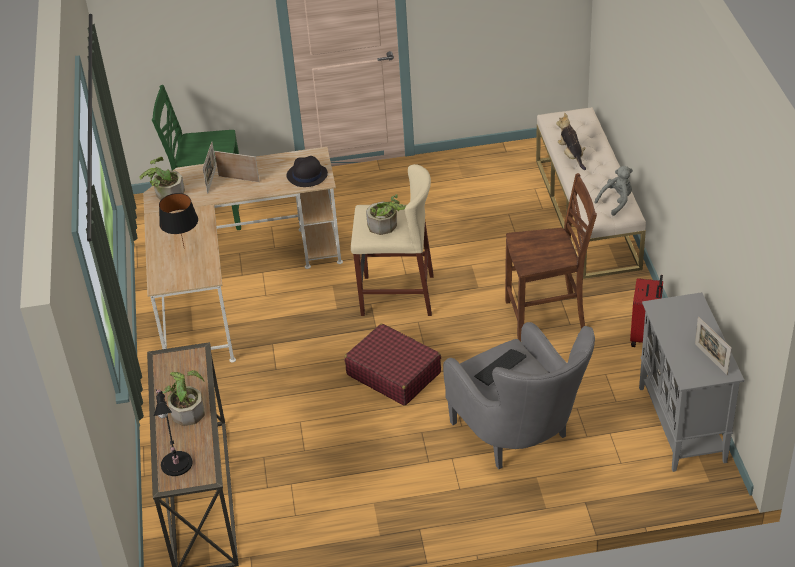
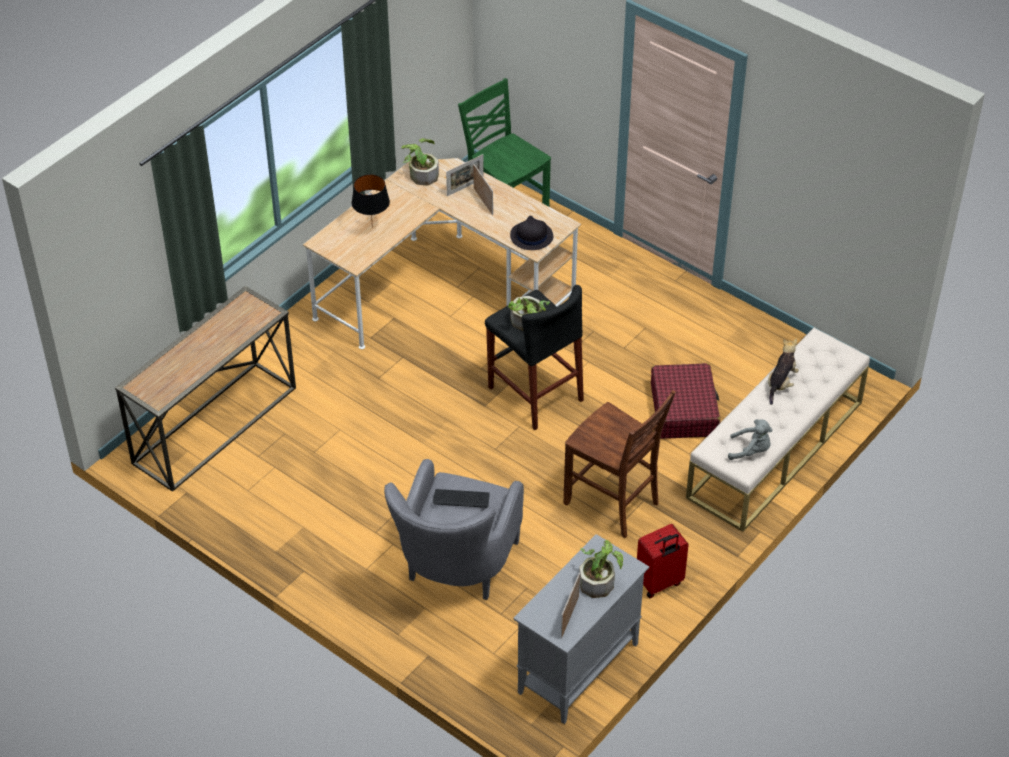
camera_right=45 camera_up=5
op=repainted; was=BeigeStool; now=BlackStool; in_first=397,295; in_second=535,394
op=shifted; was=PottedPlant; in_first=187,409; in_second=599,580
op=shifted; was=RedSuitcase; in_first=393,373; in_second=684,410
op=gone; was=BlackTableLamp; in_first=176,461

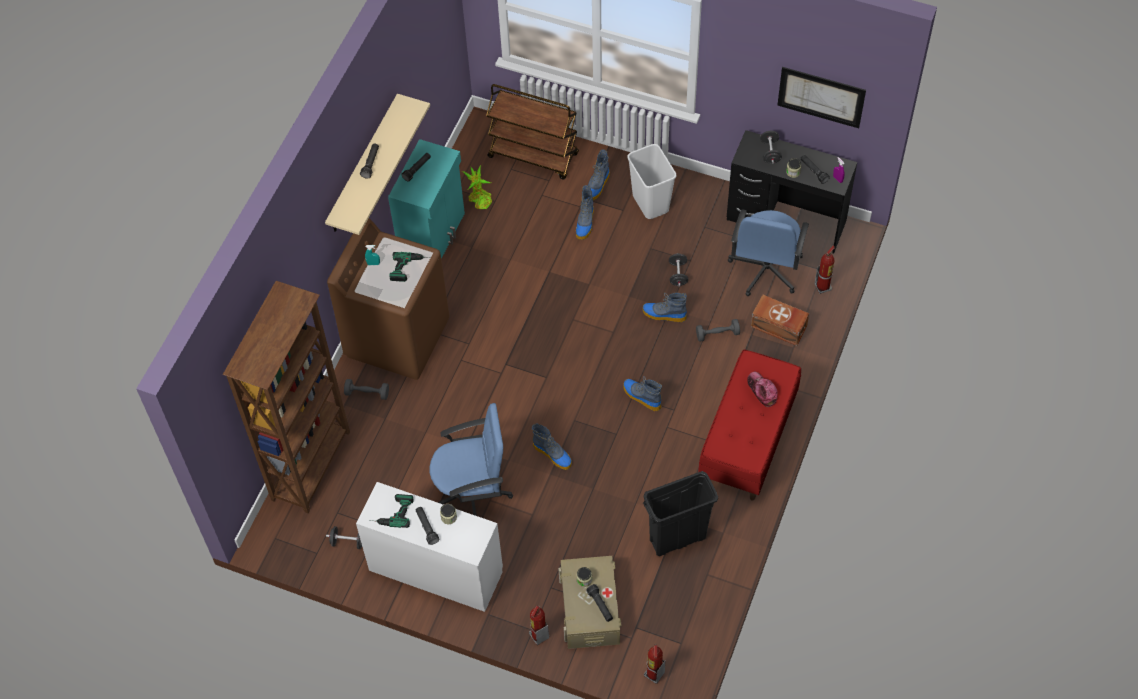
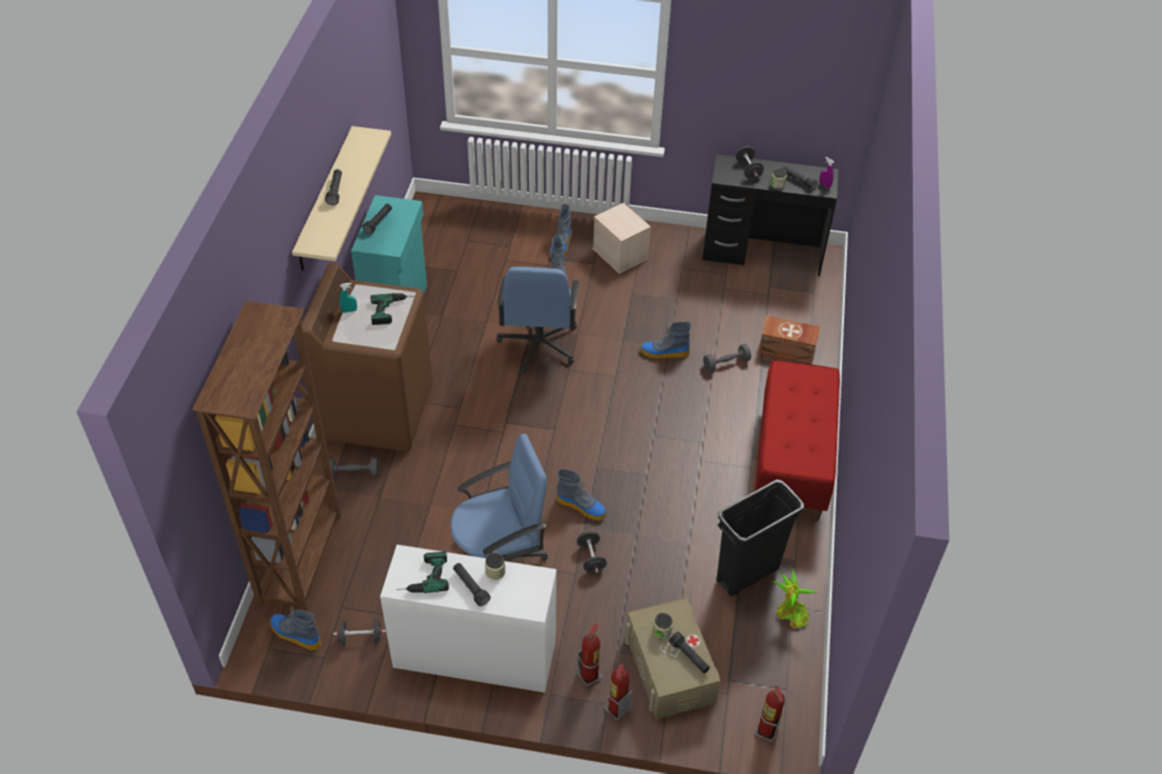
camera_right=-15 camera_up=-10
op=shifted; was=Boot; in_first=641,397; in_second=295,634
op=shifted; was=BlueOfficeChair; in_first=765,270; in_second=538,344
op=shifted; was=BlackDumbbell; in_first=678,274; in_second=591,558
op=shifted; was=FireExtinguisher; in_first=823,286; in_second=589,676
op=swapped; was=WhiteTrashCan; now=BeigeStorageBox; in_first=651,203; in_second=621,254
op=shifted; was=PottedPlant; in_first=479,199; in_second=790,614
op=gone; was=BrownCart; in_first=534,155
op=gone; was=Cap; in_first=762,390
op=gone; was=Picture; in_first=821,97

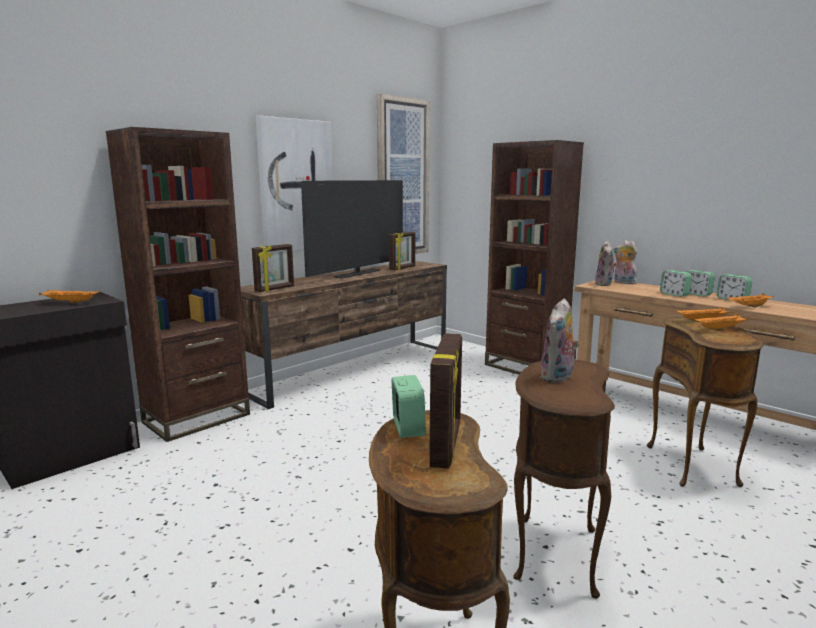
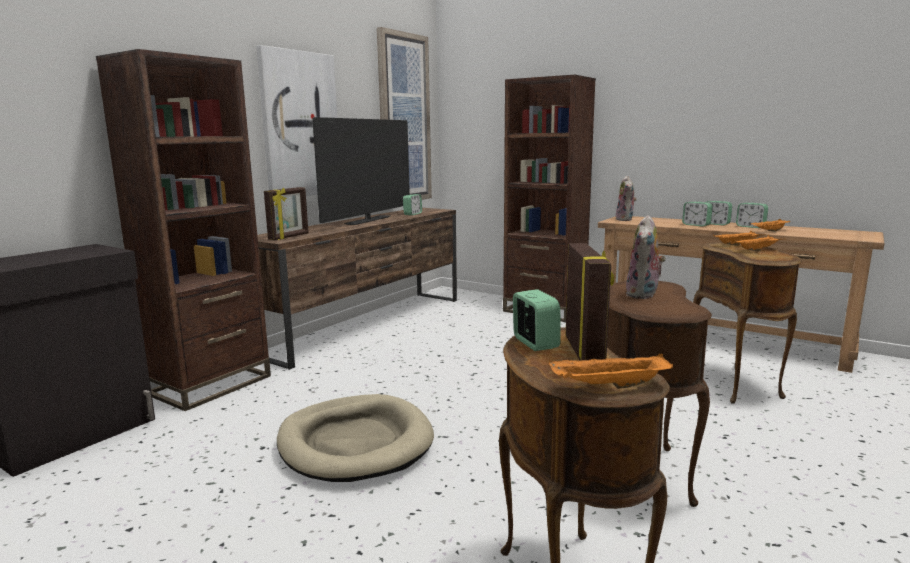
camera_right=-10 camera_up=0
op=new; now=BeigeDogBed; in_second=355,443
op=swapped; was=PictureFrame; now=AlarmClock; in_first=403,268; in_second=412,214
op=shifted; was=OrangeTray; in_first=69,303; in_second=609,386
op=gone; was=PlushToy; in_first=623,283

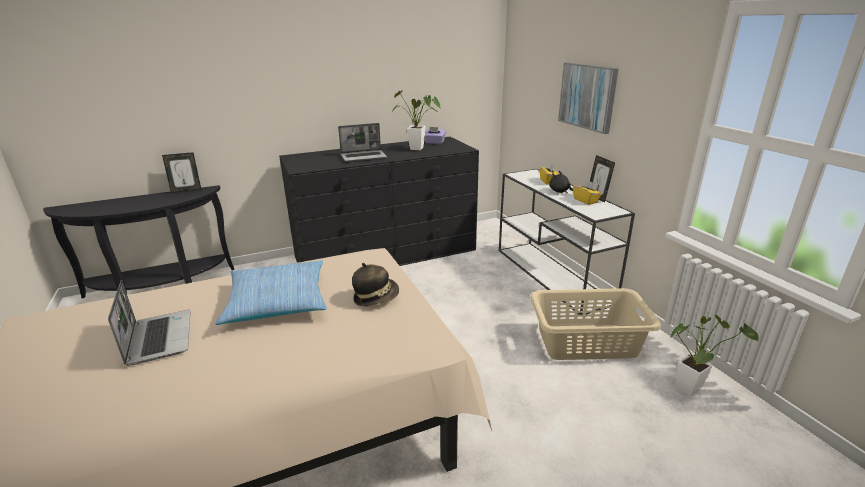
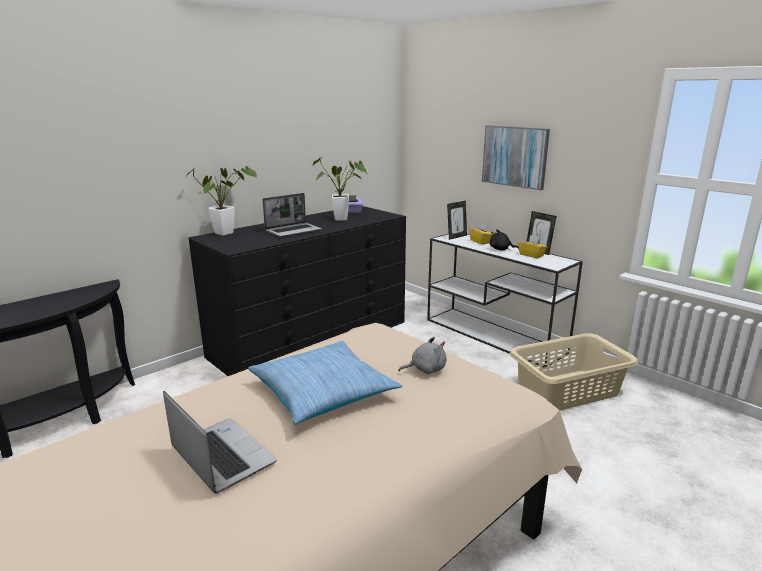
camera_right=-20 camera_up=-5
op=shifted; was=PottedPlant; in_first=691,387; in_second=227,232
op=swapped; was=Hat; now=GreyPlushToy; in_first=376,298; in_second=425,369
op=shifted; was=PictureFrame; in_first=186,190; in_second=456,237

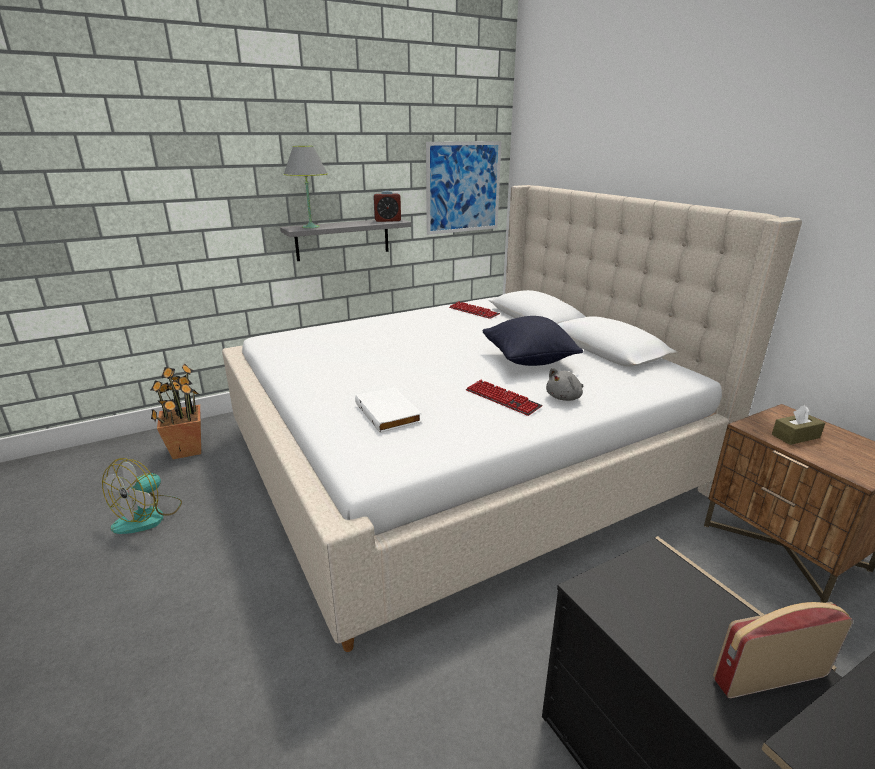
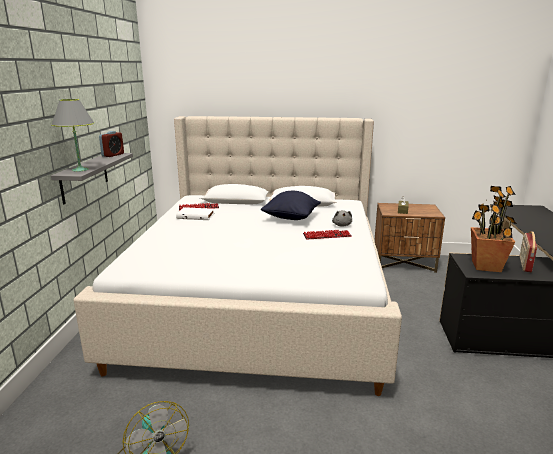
camera_right=-55 camera_up=-5
op=shifted; was=WhiteBook; in_first=389,413; in_second=196,215
op=shifted; was=PottedPlant; in_first=187,450; in_second=485,266
op=gone; was=Picture; in_first=463,187

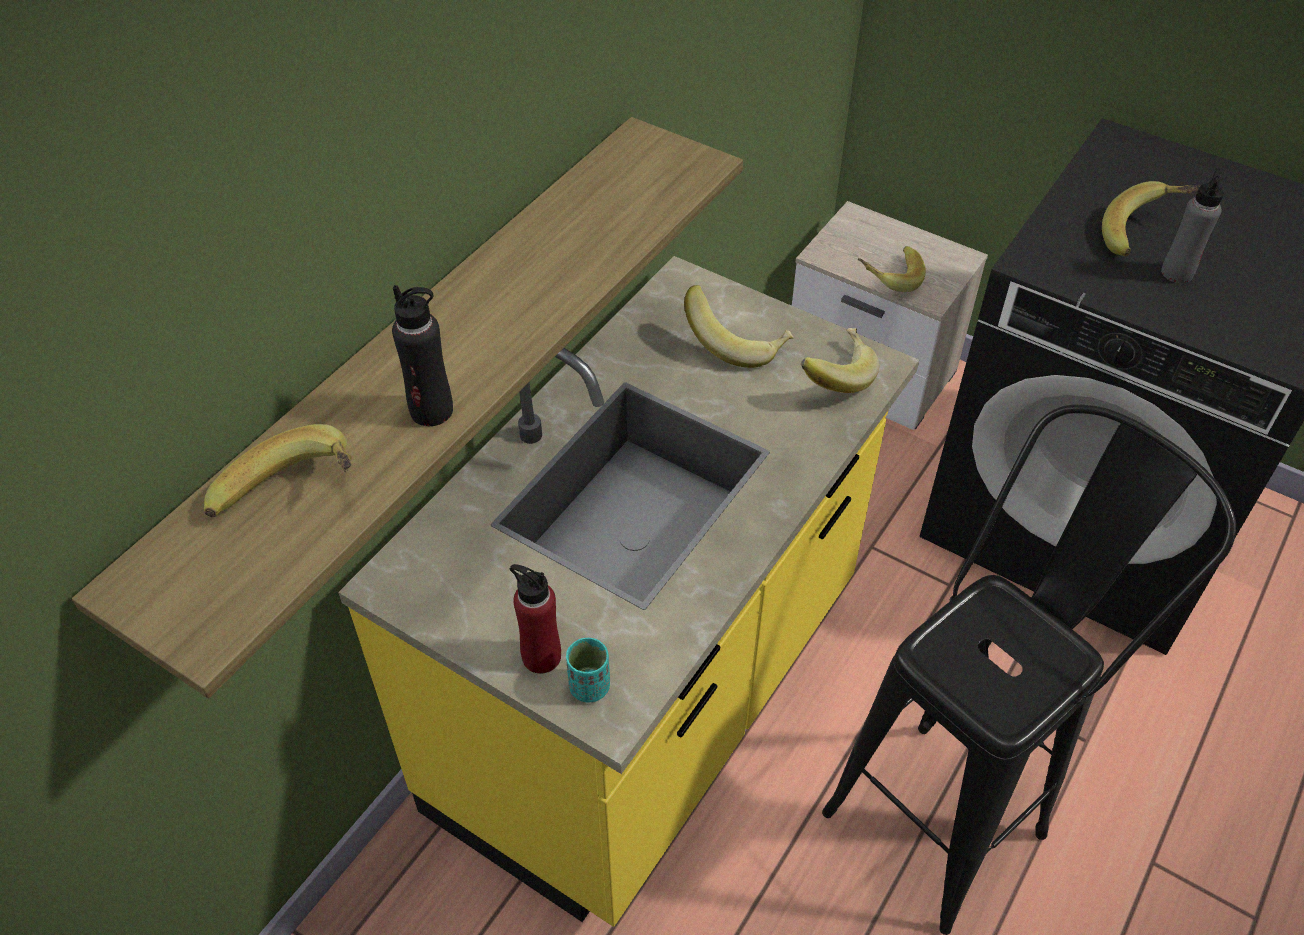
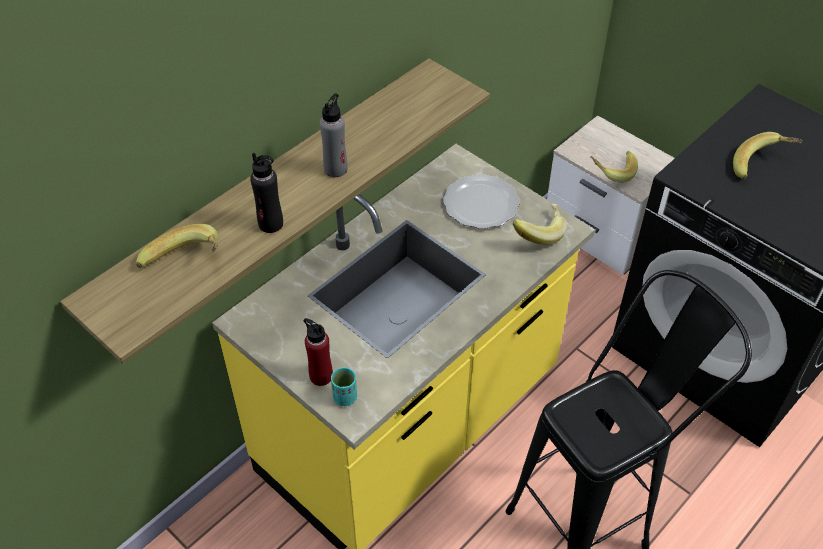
camera_right=10 camera_up=0
op=shifted; was=GreyBottle; in_first=1177,272; in_second=335,169
op=swapped; was=Banana; now=Plate; in_first=737,343; in_second=482,204

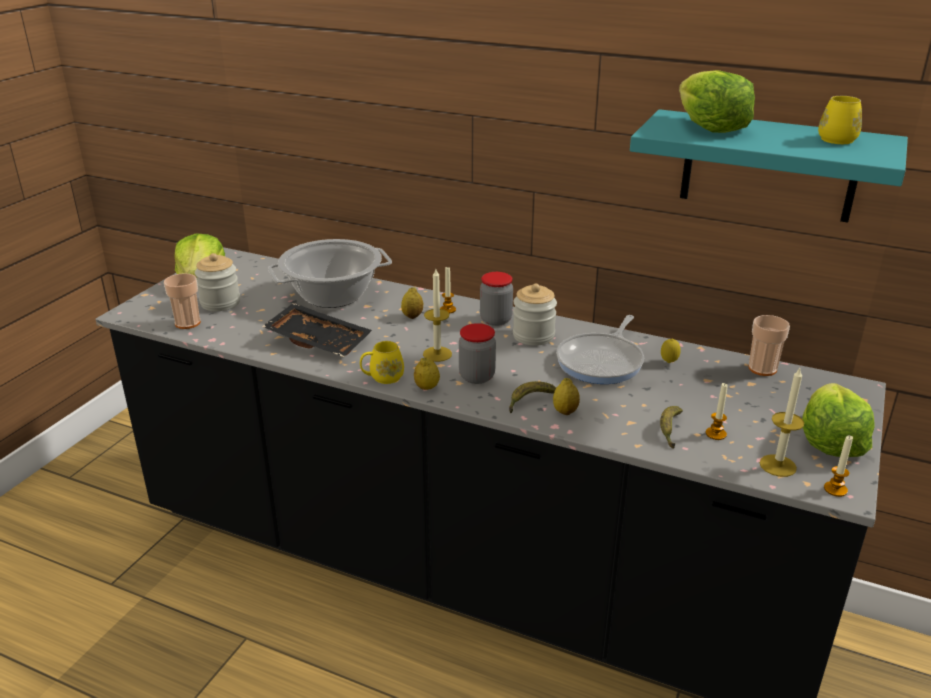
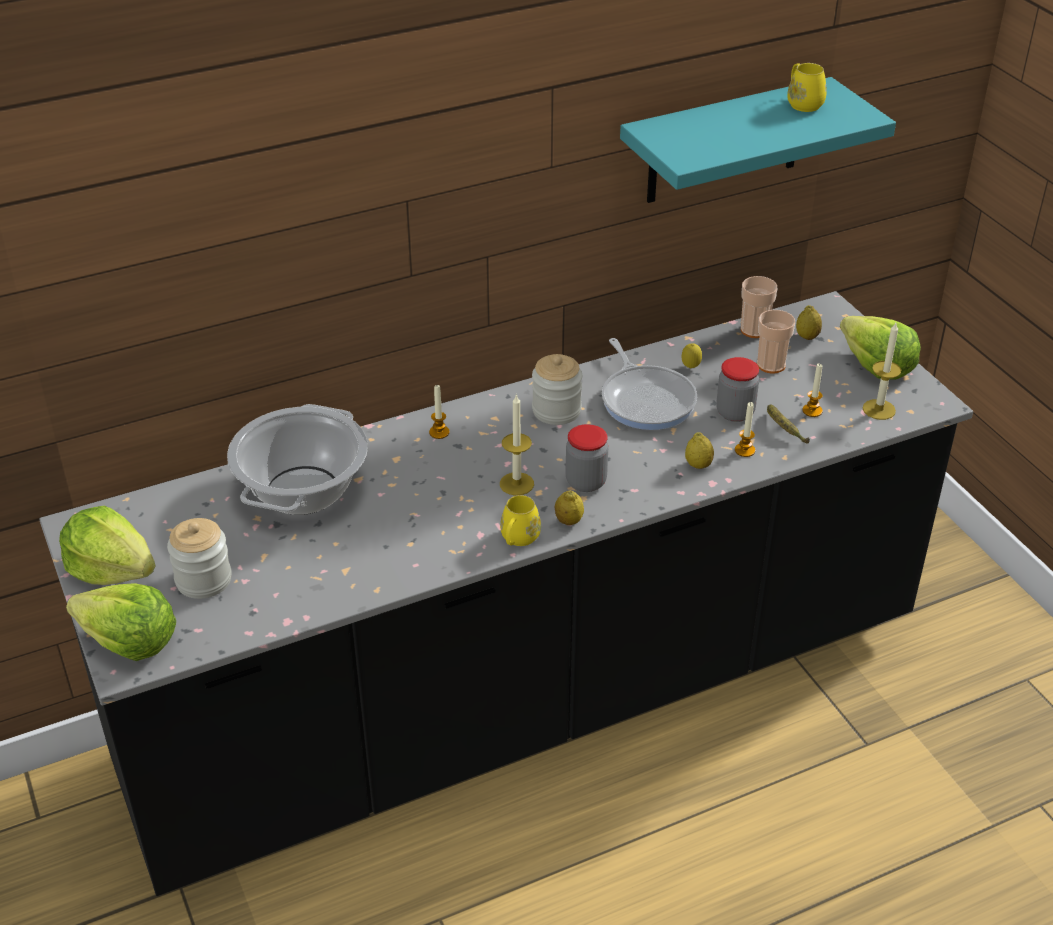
camera_right=-50 camera_up=10
op=shifted; was=Lettuce; in_first=709,127; in_second=129,642
op=shifted; was=Jar; in_first=496,320; in_second=735,413
op=shifted; was=Candle; in_first=835,489; in_second=744,450
op=shifted; was=Cup; in_first=187,323; in_second=771,365
op=shifted; was=Lemon; in_first=412,316; in_second=807,336
op=gone; was=BlackTray; in_first=319,340
op=gone; was=Banana; in_first=530,401

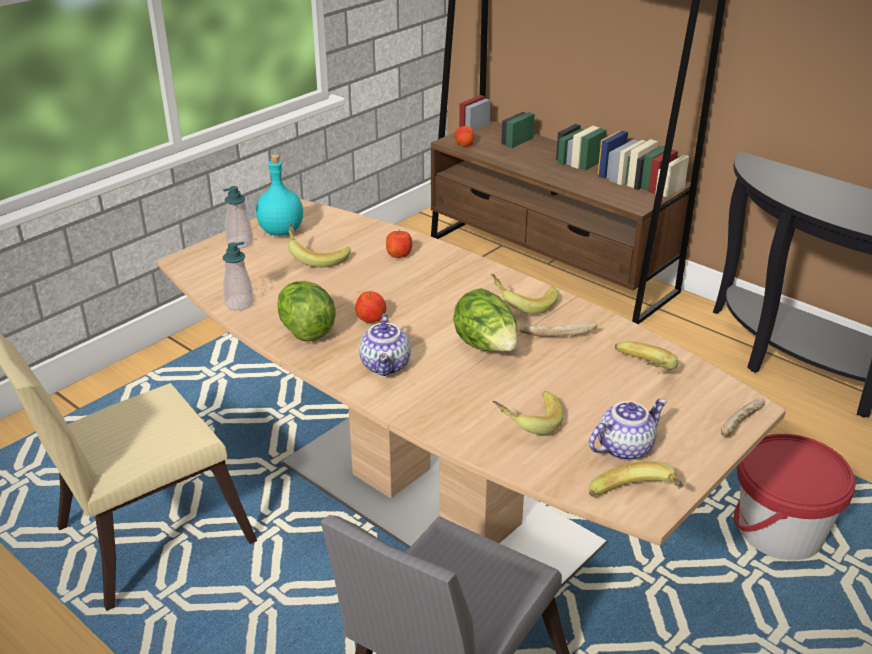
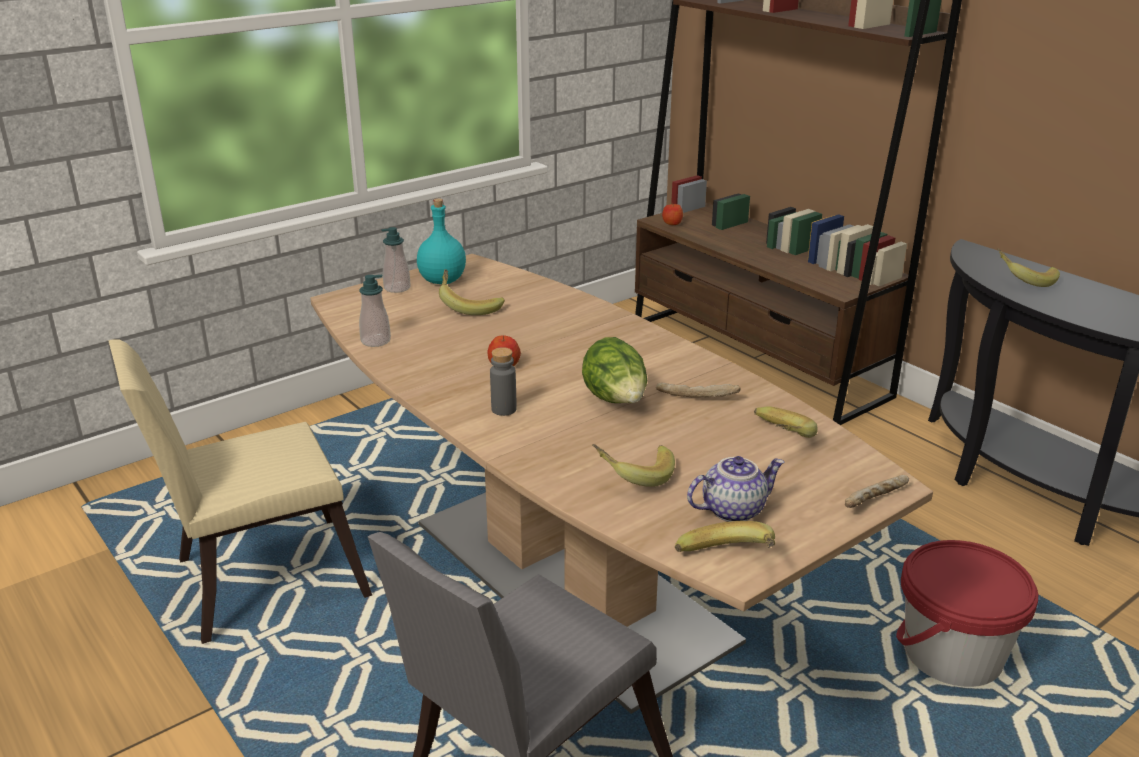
camera_right=10 camera_up=-5
op=swapped; was=Teapot; now=GreyBottle; in_first=386,366; in_second=504,409
op=shifted; was=Banana; in_first=523,304; in_second=1024,280
op=gone; was=Lettuce; in_first=305,330
op=gone; was=Apple; in_first=399,254

